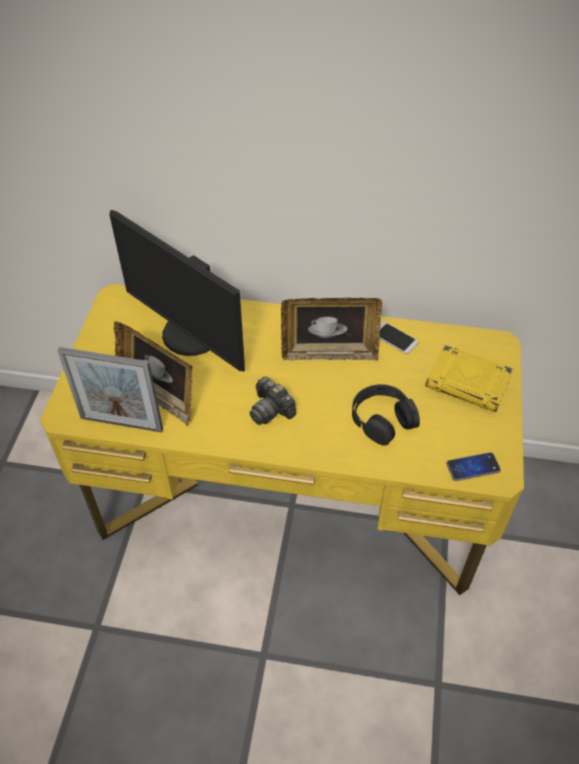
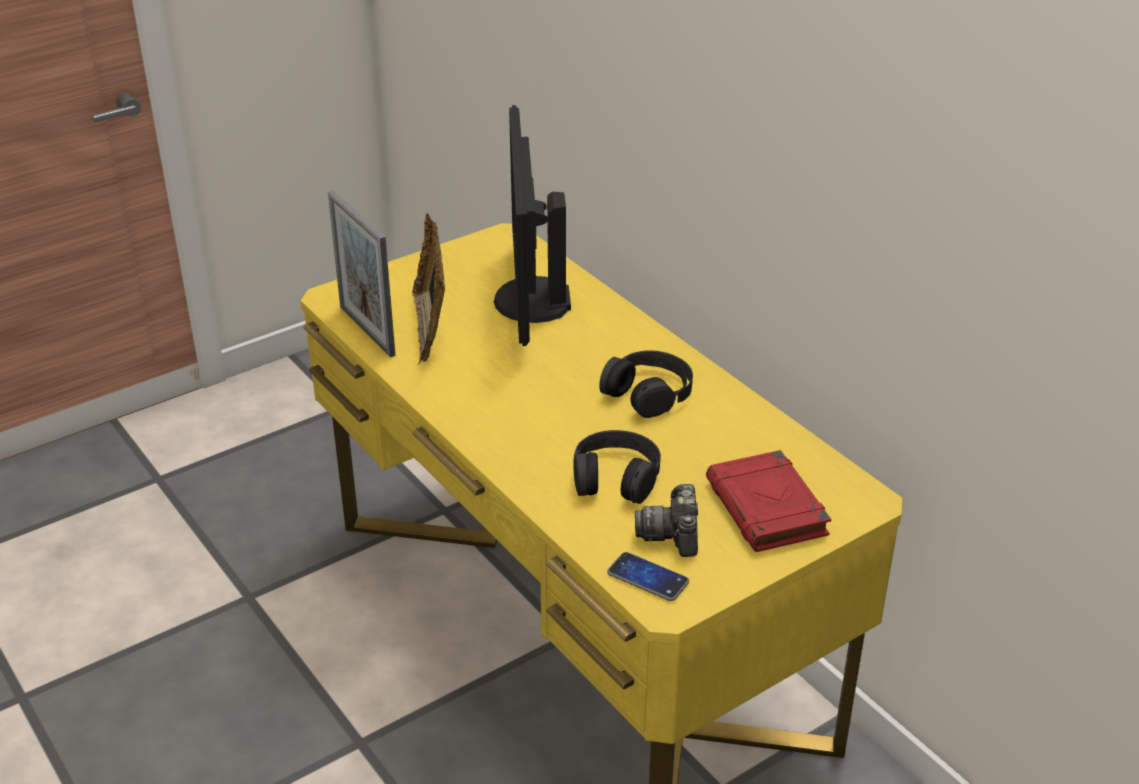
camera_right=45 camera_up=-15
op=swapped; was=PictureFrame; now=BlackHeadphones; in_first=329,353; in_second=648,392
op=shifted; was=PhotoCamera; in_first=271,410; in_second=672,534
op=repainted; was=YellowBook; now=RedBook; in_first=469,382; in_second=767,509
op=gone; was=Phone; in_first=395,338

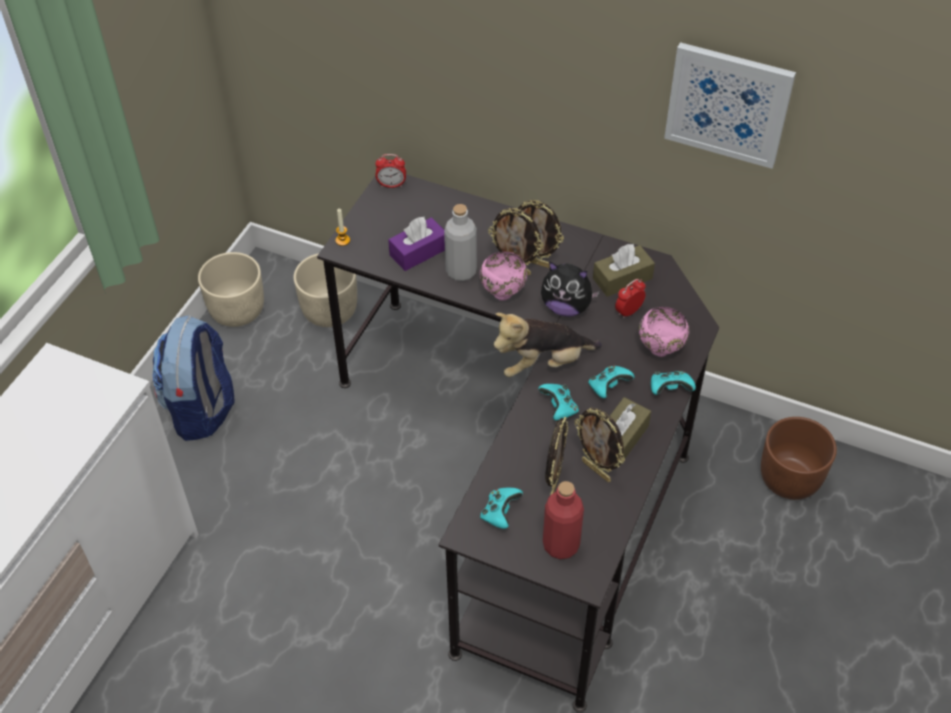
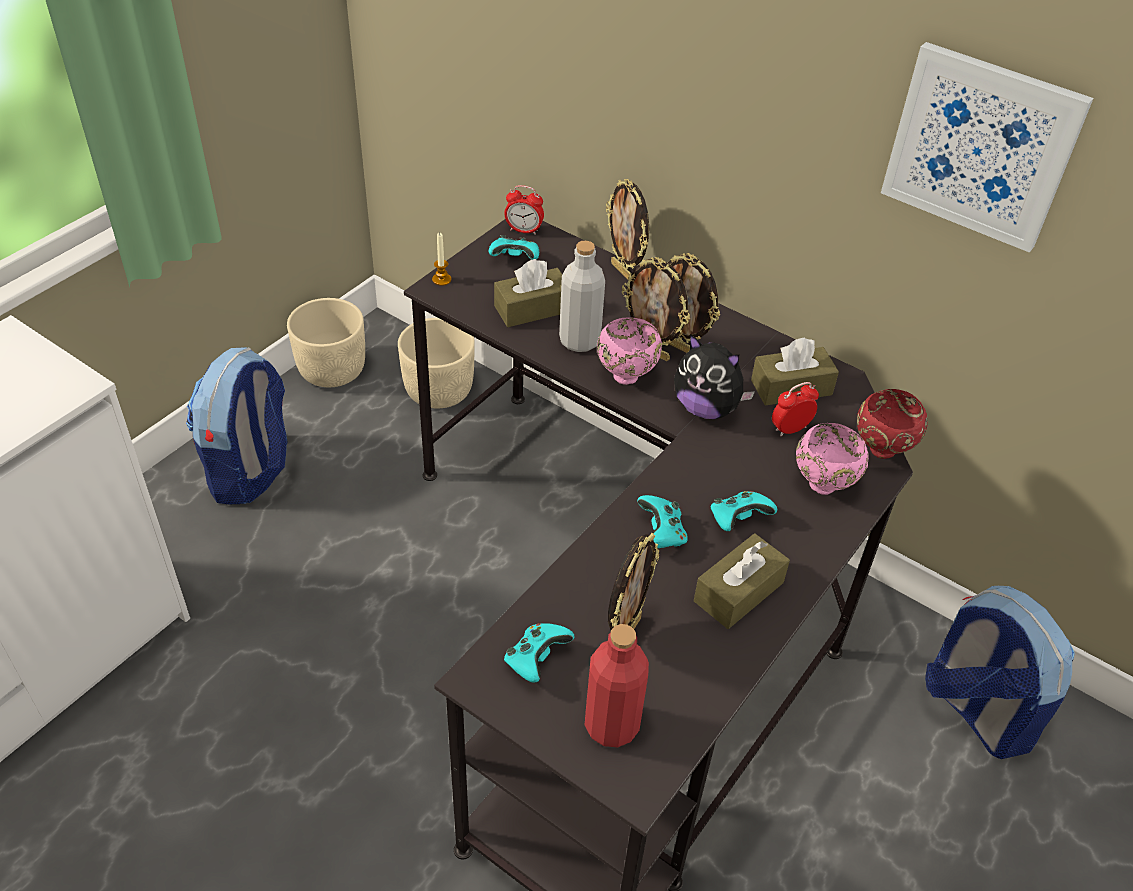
camera_right=10 camera_up=-5
op=shifted; was=TurquoiseGameController; in_first=670,389; in_second=515,259
op=repainted; was=PurpleTissueBox; now=BrownTissueBox; in_first=418,252; in_second=532,309
op=shifted; was=PictureFrame; in_first=597,470; in_second=624,273
op=new; now=RedBowl; in_second=881,451
op=swapped; was=BrownPlanter; now=Backpack; in_first=789,478; in_second=975,710
op=gone; was=PlushToy; in_first=543,363

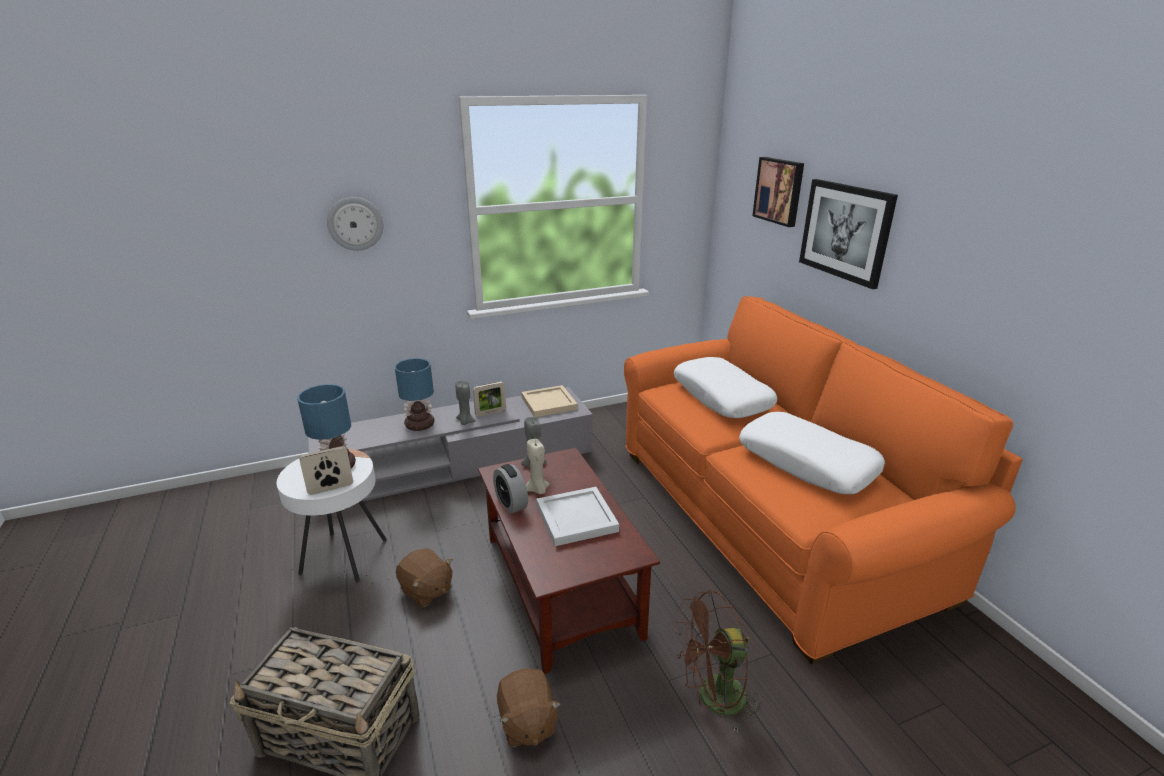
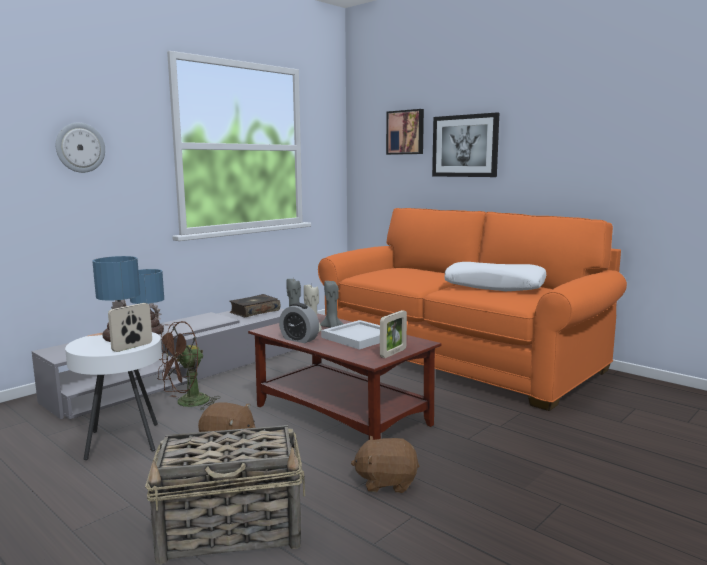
camera_right=-25 camera_up=-15
op=shifted; was=BrownFan; in_first=713,700; in_second=187,403
op=swapped; was=BeigeTray; now=Book; in_first=549,403; in_second=254,312
op=shifted; was=GreyCandle; in_first=465,422; in_second=332,327
op=rotated; was=BrownPlushToy; in_first=527,723; in_second=386,482; clockwise=135
op=shifted; was=PictureFrame; in_first=490,413; in_second=393,353
op=gone; was=WhitePillow; in_first=722,397

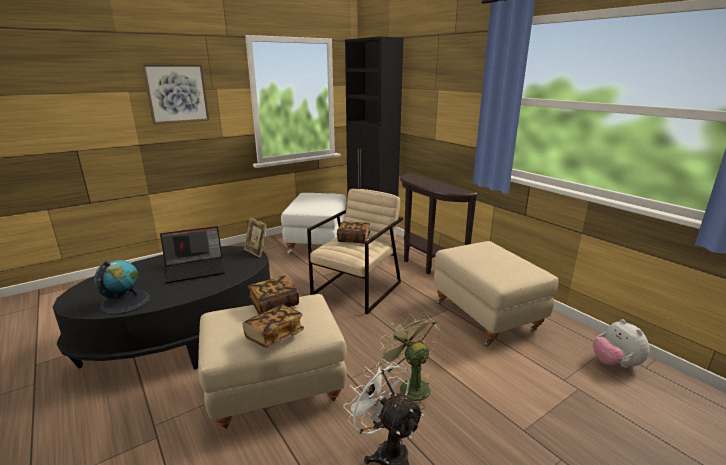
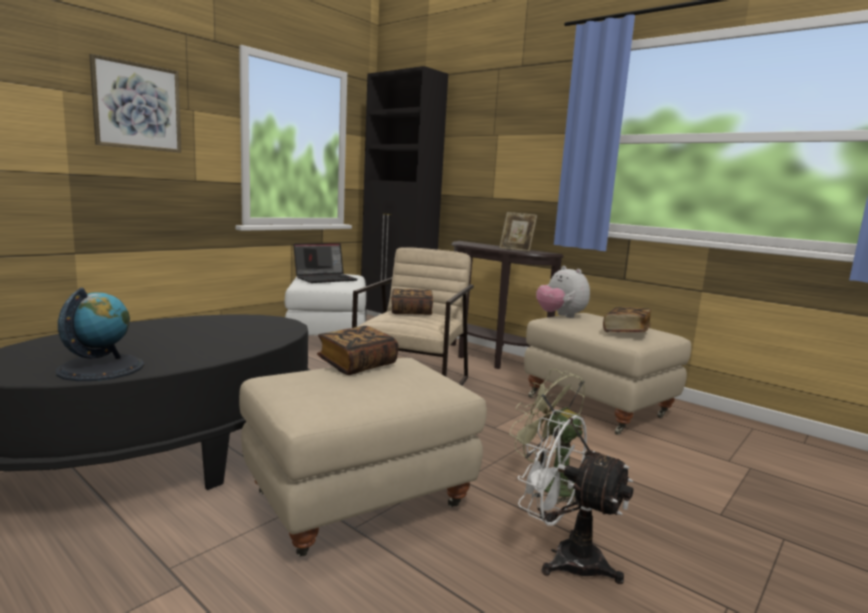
camera_right=-15 camera_up=-10
op=shifted; was=Laptop; in_first=196,269; in_second=326,278
op=shifted; was=PictureFrame; in_first=256,252; in_second=516,249
op=shifted; was=PlushToy; in_first=615,363; in_second=560,316
op=shifted; was=Book; in_first=274,336; in_second=626,332

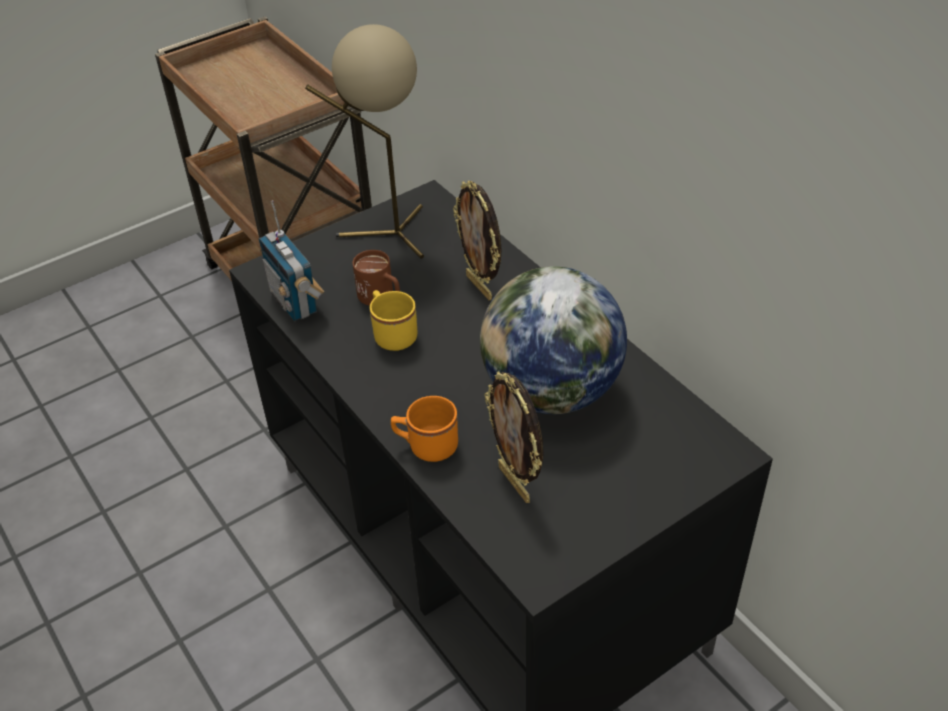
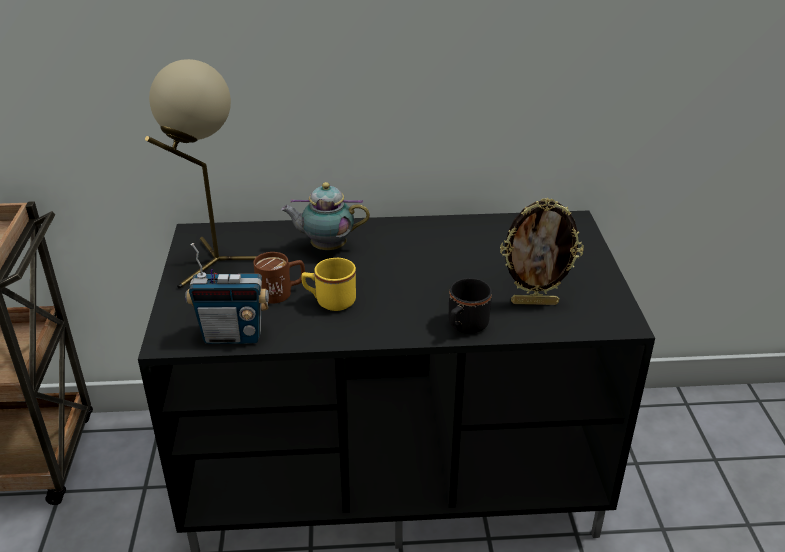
camera_right=-60 camera_up=-10
op=swapped; was=PictureFrame; now=Teapot; in_first=480,287; in_second=326,247
op=repainted; was=OrangeMug; now=BlackMug; in_first=426,446; in_second=465,327
op=gone; was=Globe; in_first=551,392

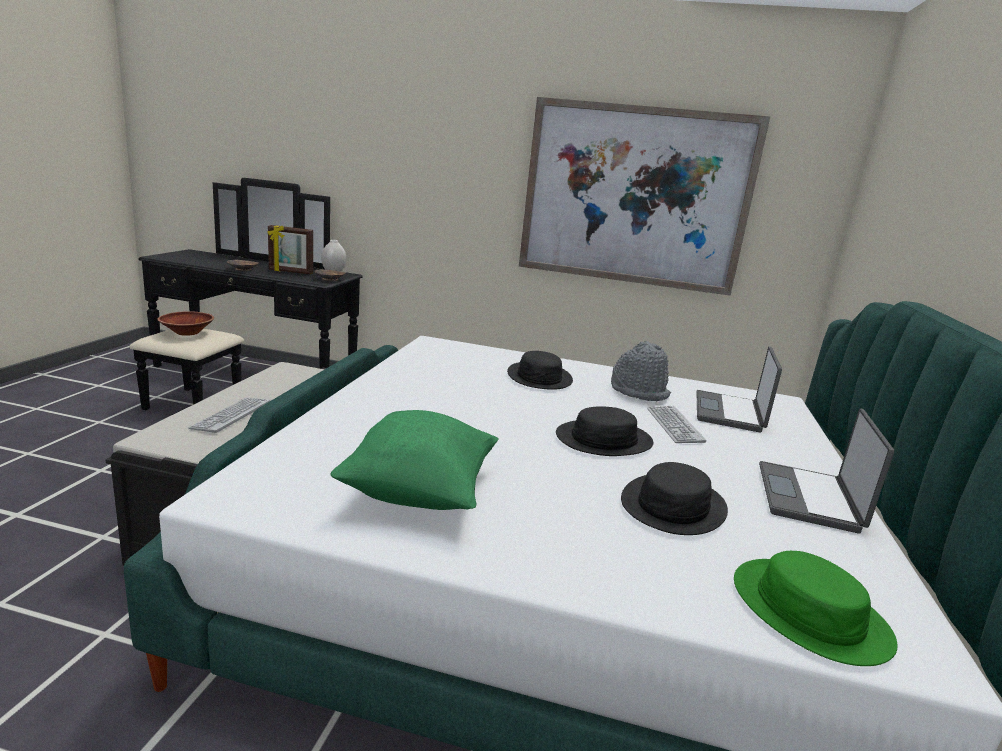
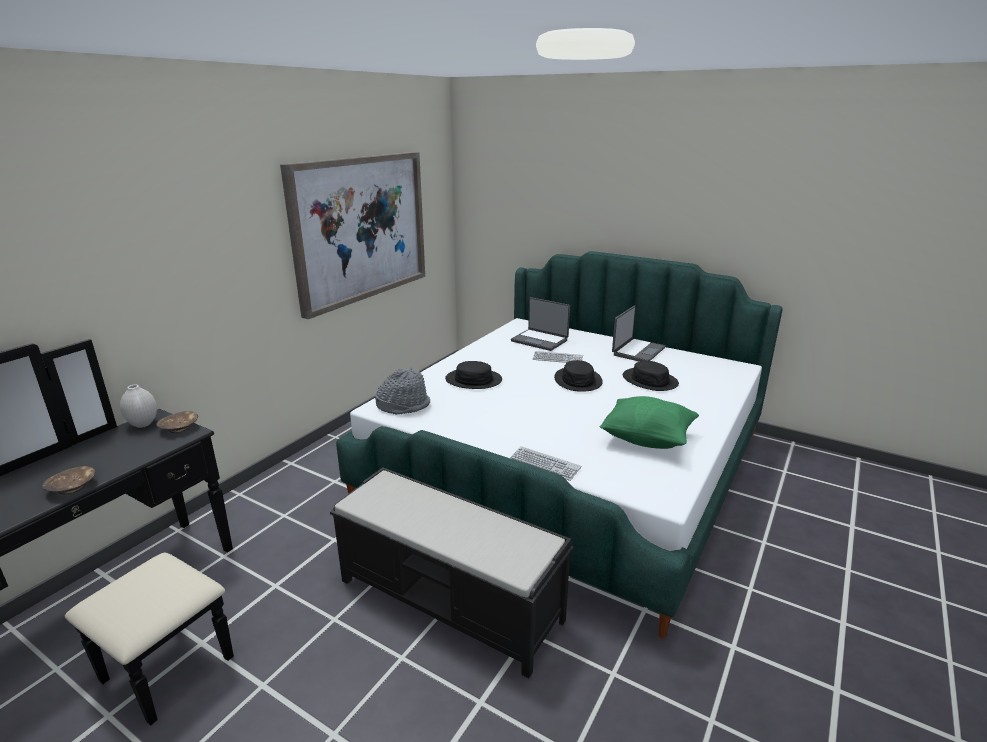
camera_right=-70 camera_up=5
op=shifted; was=GreyHat; in_first=639,391; in_second=403,405
op=shifted; was=Keyboard; in_first=231,416; in_second=544,464
op=rotated; was=Laptop; in_first=810,498; in_second=637,351; clockwise=-90
op=gone; was=BrownBowl; in_first=187,333
op=gone; was=PictureFrame; in_first=290,272
op=gone; was=GreenHat; in_first=809,611

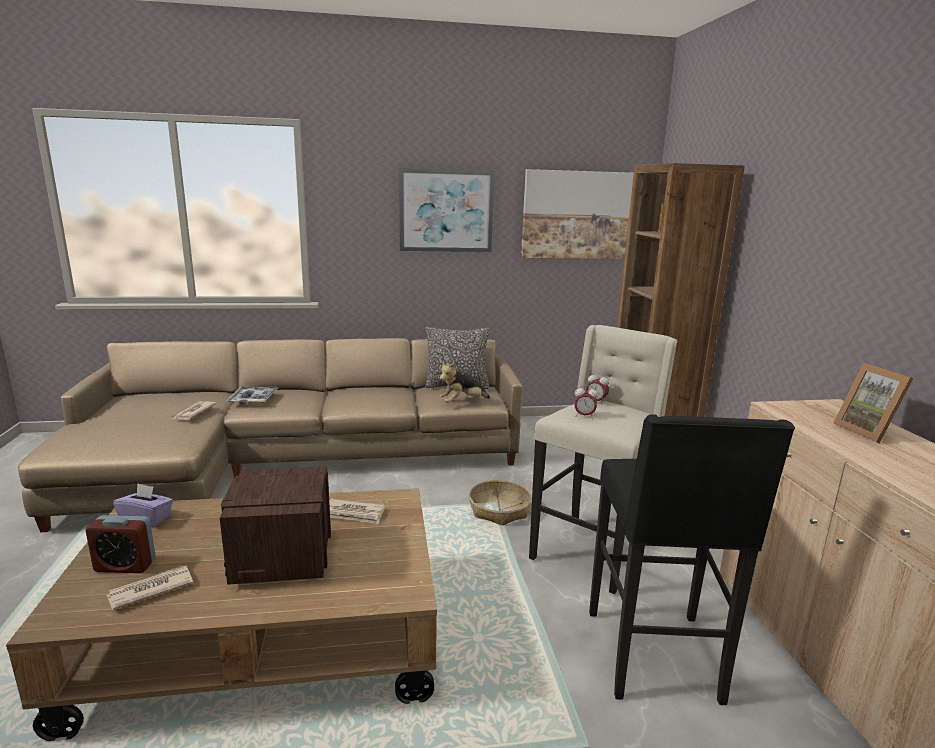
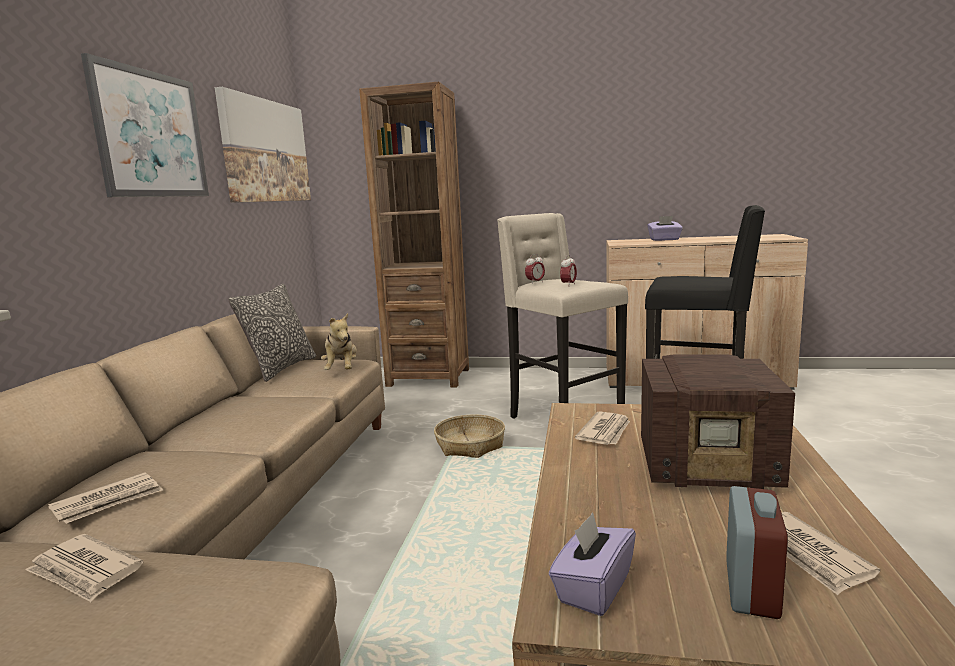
camera_right=-70 camera_up=-5
op=swapped; was=Tray; now=Newspaper; in_first=253,399; in_second=109,501
op=swapped; was=PictureFrame; now=PurpleTissueBox; in_first=868,431; in_second=664,240

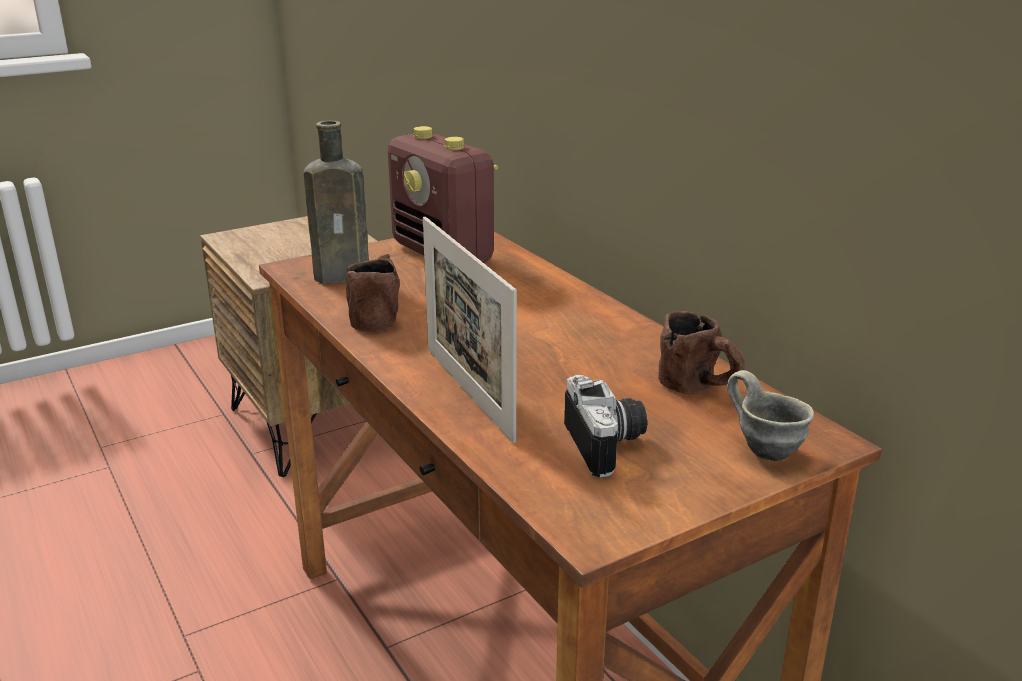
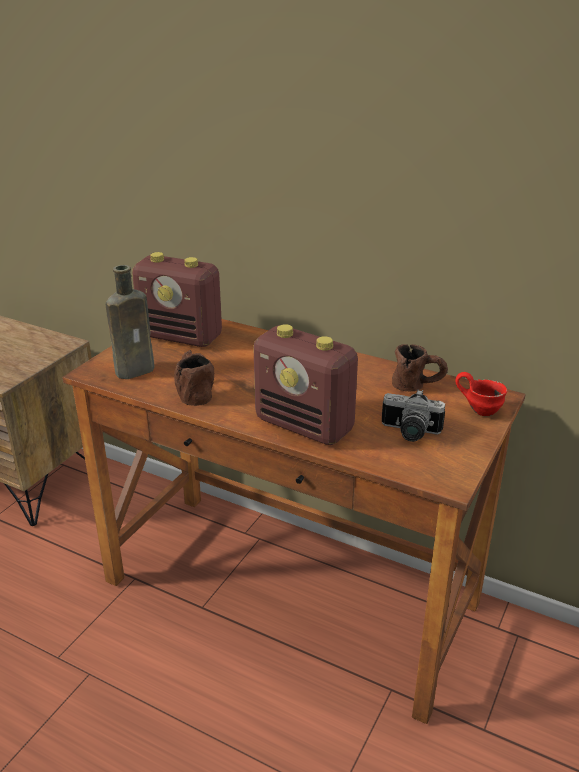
camera_right=-30 camera_up=5
op=swapped; was=PictureFrame; now=Radio; in_first=468,392; in_second=305,426
op=rotated; was=PhotoCamera; in_first=609,445; in_second=409,433; clockwise=150
op=repainted; was=GreyMug; now=RedMug; in_first=766,448; in_second=480,410

